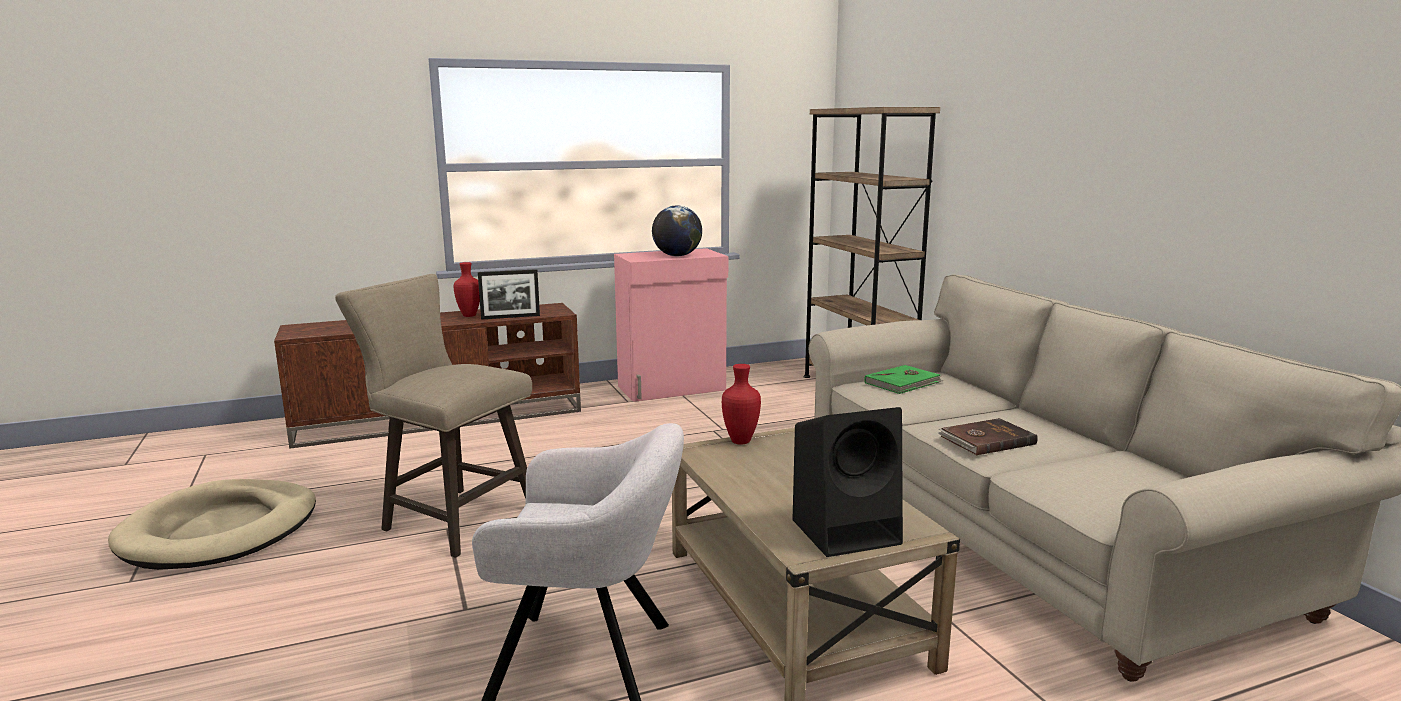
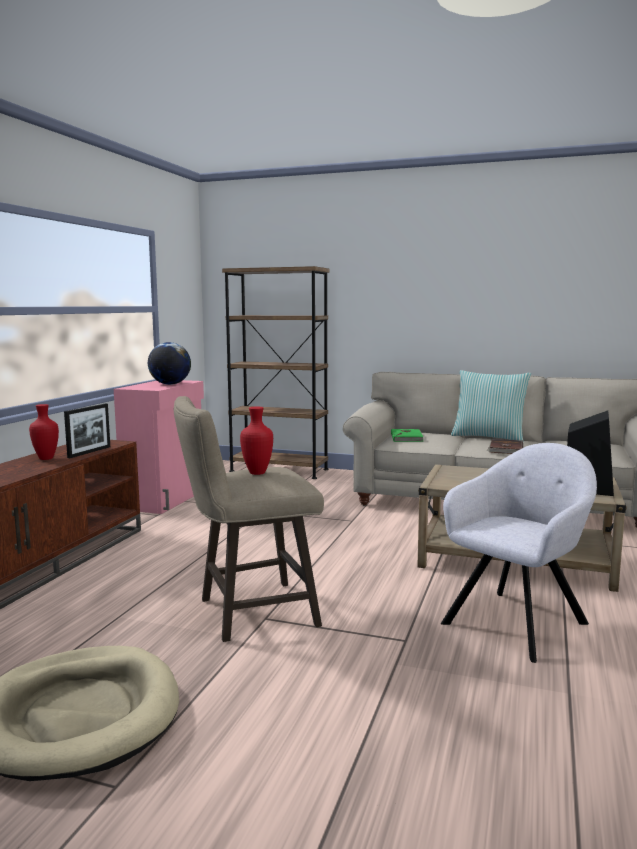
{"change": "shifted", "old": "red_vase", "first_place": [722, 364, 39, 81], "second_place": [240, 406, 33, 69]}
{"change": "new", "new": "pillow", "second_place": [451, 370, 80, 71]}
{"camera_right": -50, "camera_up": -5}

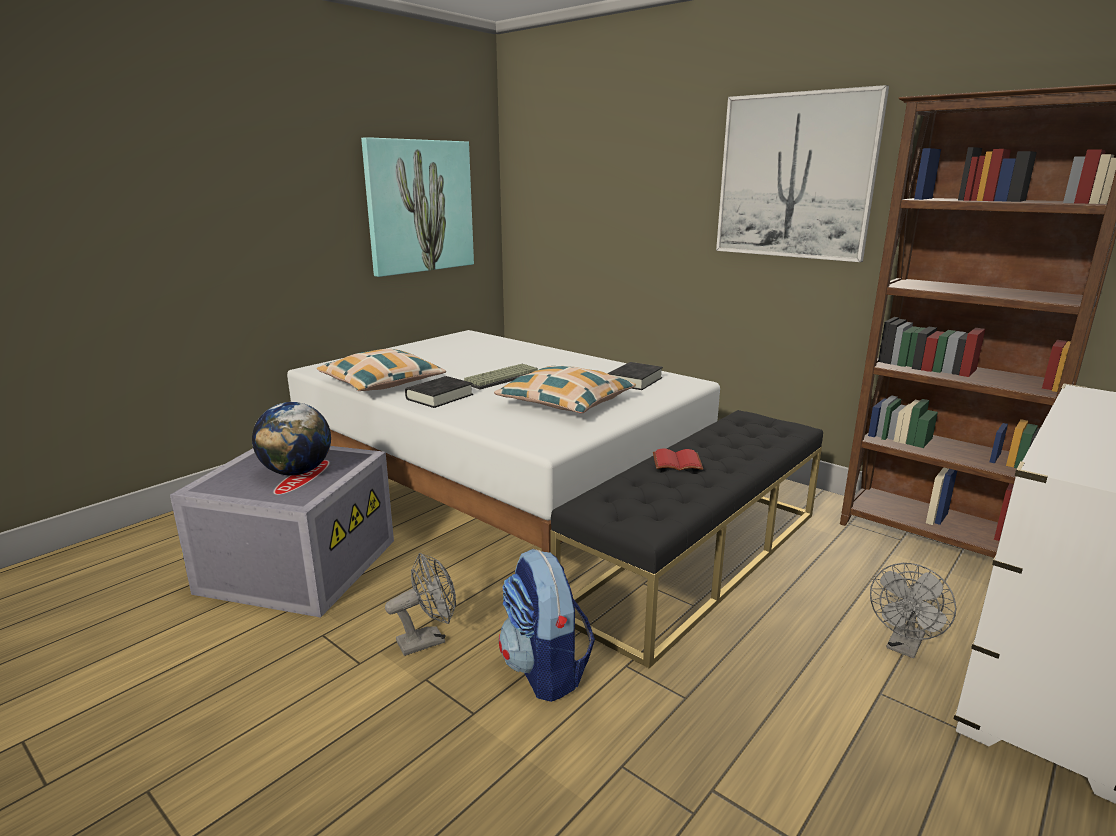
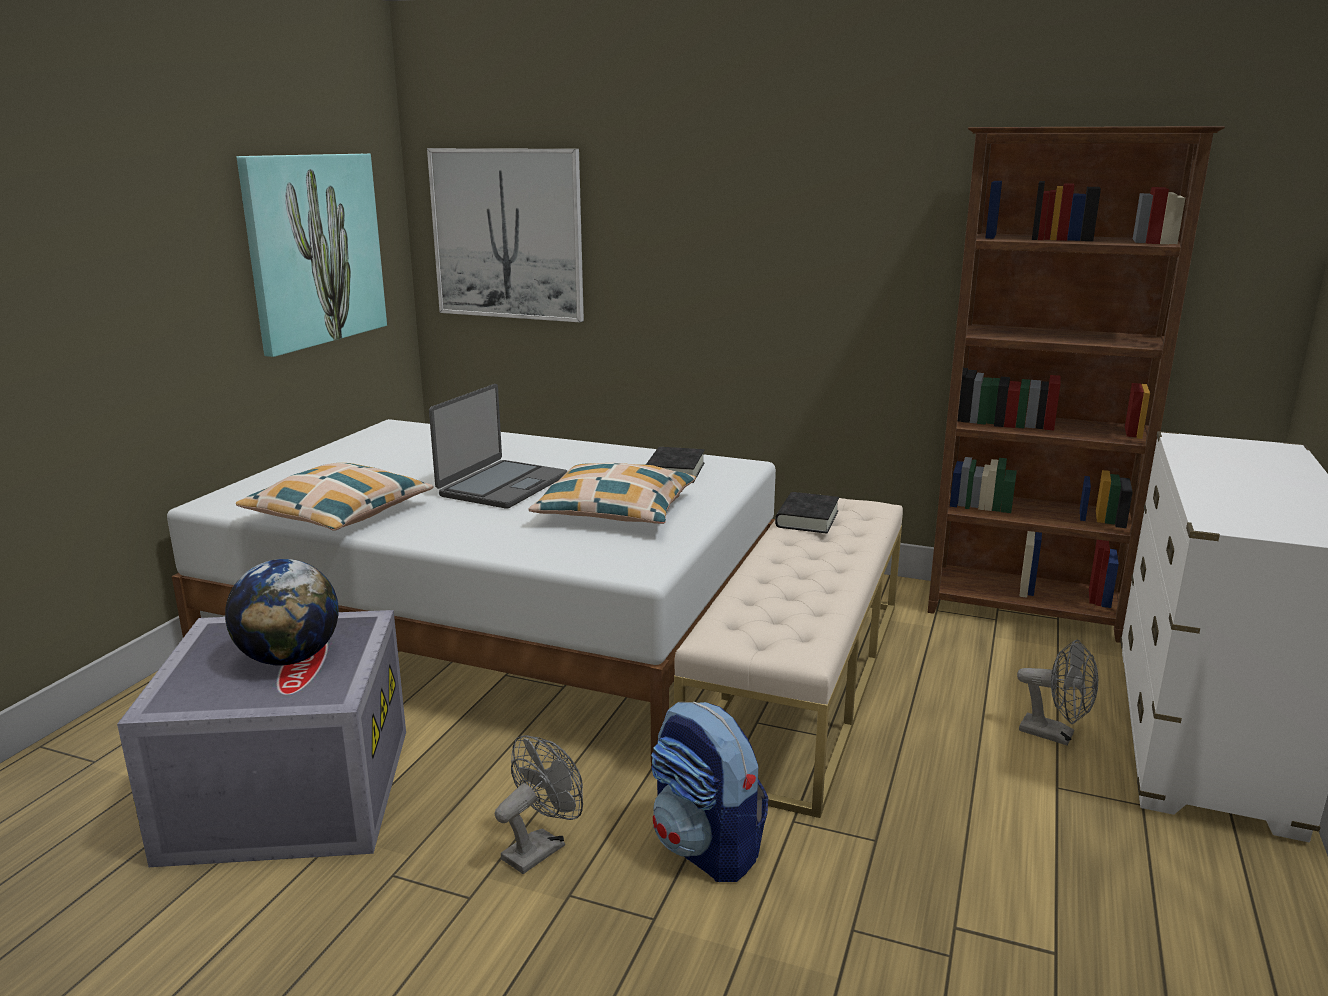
{"change": "shifted", "old": "picture", "first_place": [716, 85, 173, 177], "second_place": [427, 148, 157, 174]}
{"change": "swapped", "old": "keyboard", "new": "laptop", "first_place": [464, 364, 74, 26], "second_place": [429, 384, 138, 125]}
{"change": "shifted", "old": "black_book", "first_place": [405, 376, 68, 32], "second_place": [775, 492, 64, 42]}
{"change": "repainted", "old": "black_bench", "new": "beige_bench", "first_place": [550, 410, 273, 259], "second_place": [674, 498, 229, 320]}
{"change": "gone", "old": "red_book", "first_place": [653, 449, 50, 22]}
{"change": "rotated", "old": "grey_fan", "first_place": [870, 563, 86, 95], "second_place": [1017, 639, 81, 106], "degrees": -75}
{"camera_right": -20, "camera_up": 0}

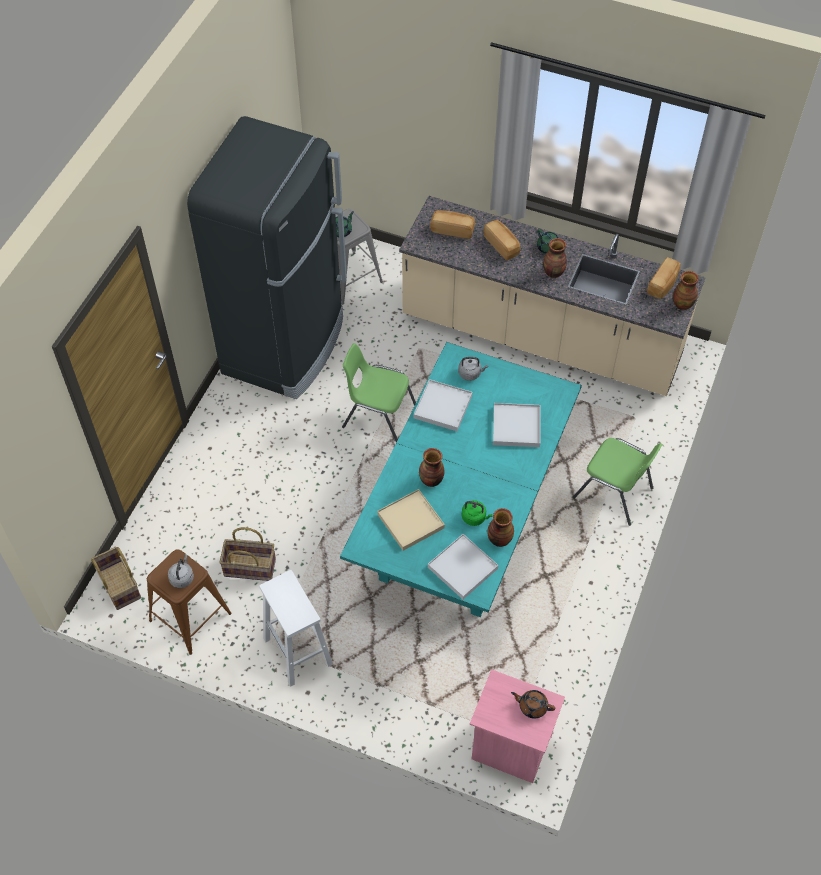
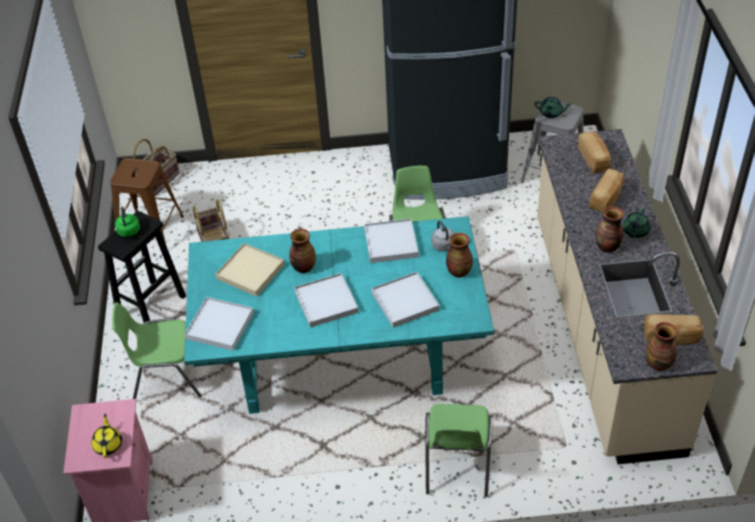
{"change": "shifted", "old": "green_kettle", "first_place": [462, 500, 31, 26], "second_place": [115, 207, 25, 30]}
{"change": "shifted", "old": "vase", "first_place": [487, 508, 27, 39], "second_place": [446, 233, 27, 44]}
{"change": "gone", "old": "grey_kettle", "first_place": [168, 554, 26, 34]}
{"change": "repainted", "old": "white_stool", "new": "black_stool", "first_place": [259, 570, 74, 117], "second_place": [98, 211, 88, 111]}
{"change": "repainted", "old": "brown_teapot", "new": "yellow_teapot", "first_place": [511, 690, 44, 29], "second_place": [91, 414, 31, 44]}
{"change": "new", "new": "white_tray", "second_place": [294, 273, 65, 55]}
{"change": "new", "new": "green_chair", "second_place": [112, 302, 90, 97]}
{"camera_right": 65, "camera_up": -10}

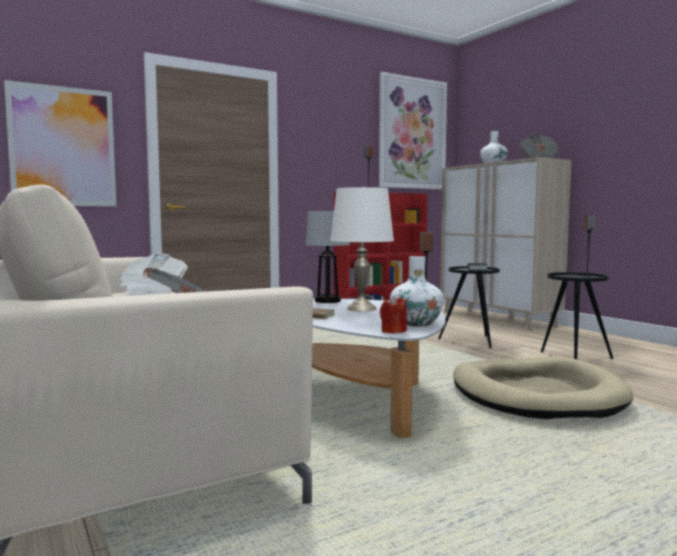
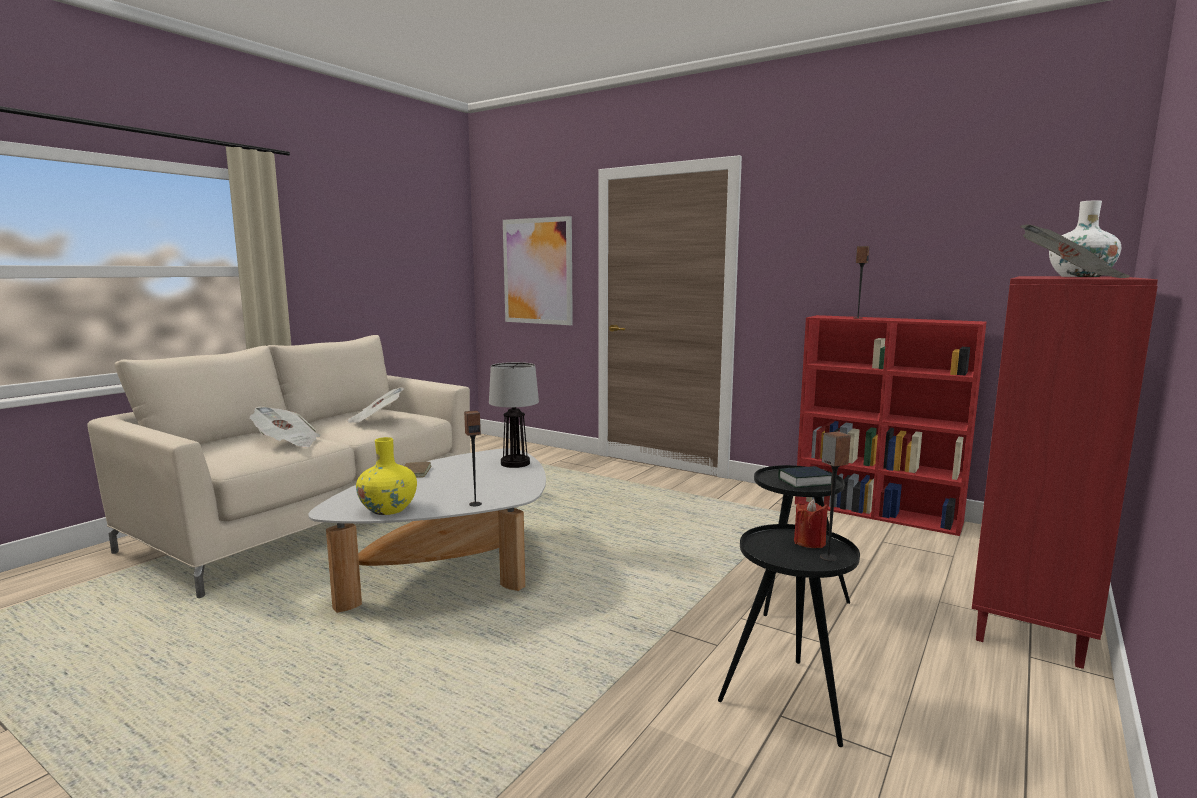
{"change": "gone", "old": "picture", "first_place": [379, 72, 68, 117]}
{"change": "repainted", "old": "beige_cabinet", "new": "red_cabinet", "first_place": [440, 157, 131, 174], "second_place": [972, 276, 186, 393]}
{"change": "gone", "old": "white_table_lamp", "first_place": [330, 187, 64, 124]}
{"change": "repainted", "old": "white_vase", "new": "yellow_vase", "first_place": [390, 256, 54, 70], "second_place": [356, 437, 61, 78]}
{"change": "shifted", "old": "red_candle", "first_place": [380, 296, 27, 38], "second_place": [794, 499, 34, 49]}
{"change": "gone", "old": "beige_dog_bed", "first_place": [453, 356, 180, 63]}
{"camera_right": 65, "camera_up": 5}

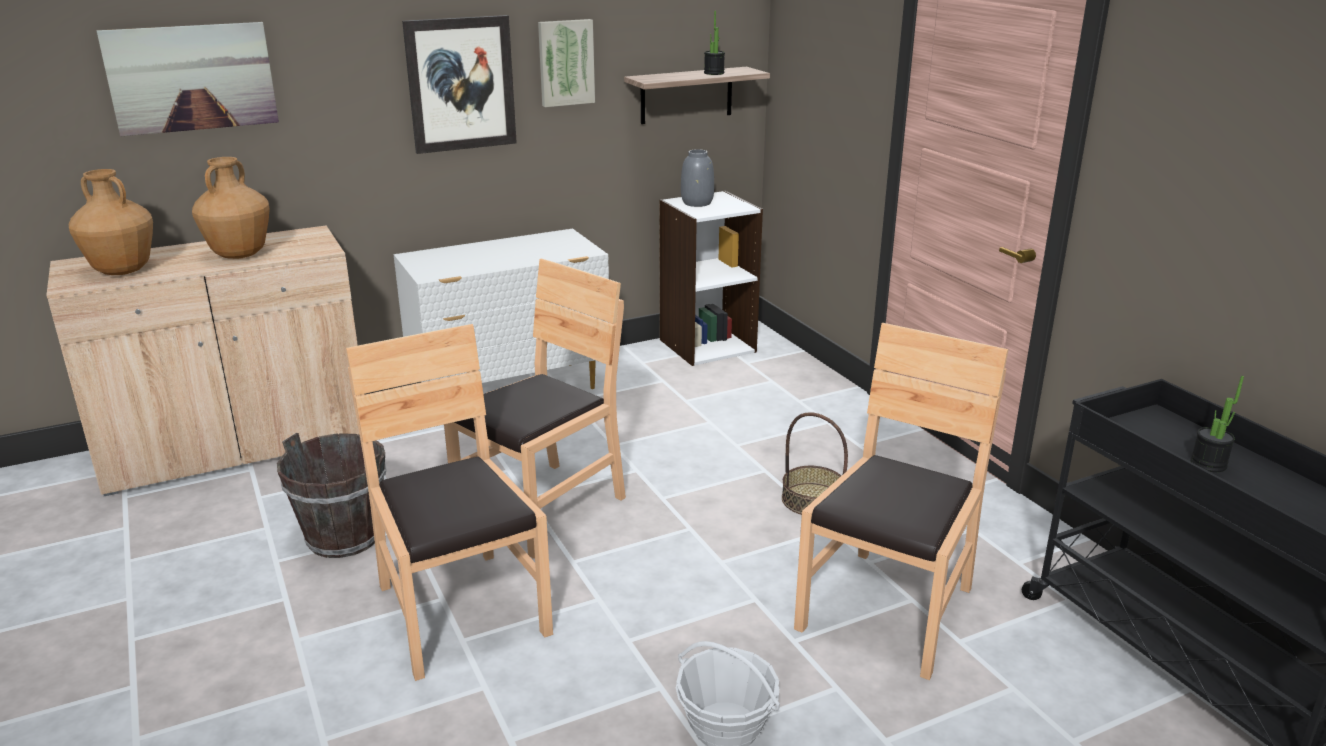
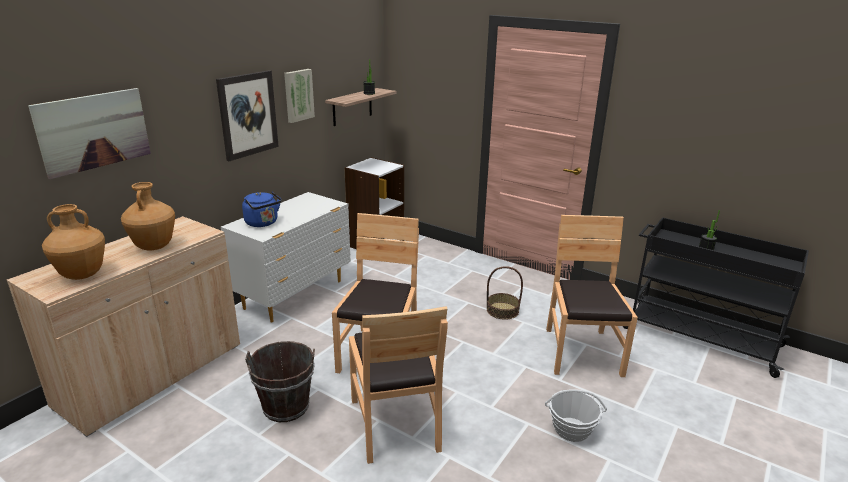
{"change": "gone", "old": "grey_vase", "first_place": [681, 149, 33, 58]}
{"change": "rotated", "old": "brown_chair", "first_place": [346, 324, 207, 357], "second_place": [349, 306, 99, 158], "degrees": -135}
{"change": "new", "new": "blue_kettle", "second_place": [242, 191, 40, 36]}
{"camera_right": -30, "camera_up": 0}

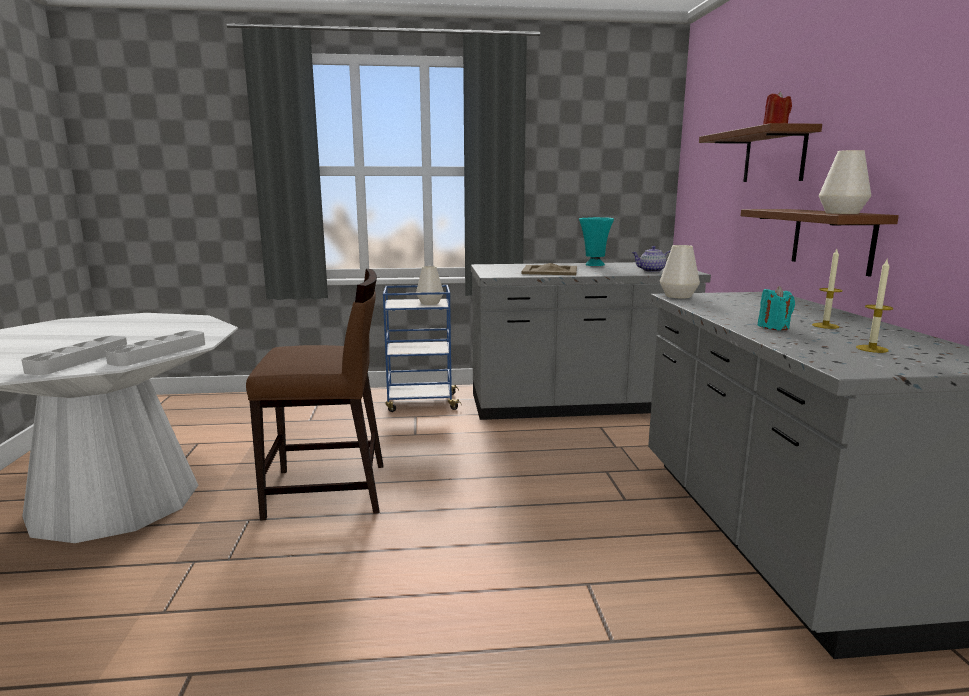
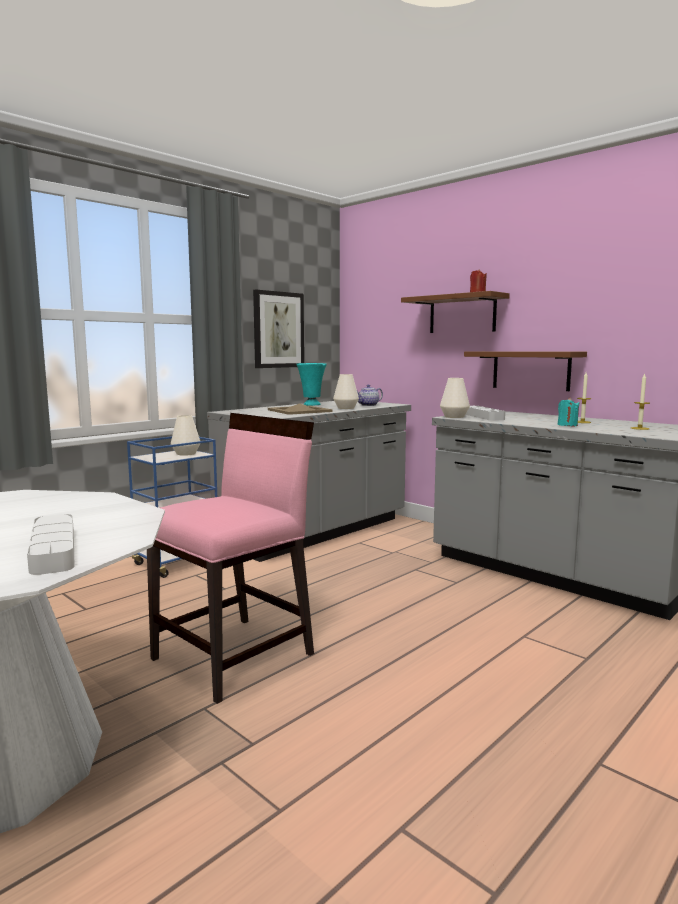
{"change": "shifted", "old": "white_vase", "first_place": [819, 150, 52, 64], "second_place": [333, 374, 26, 35]}
{"change": "repainted", "old": "brown_chair", "new": "pink_chair", "first_place": [246, 269, 137, 252], "second_place": [147, 413, 167, 291]}
{"change": "shifted", "old": "grey_tray", "first_place": [105, 330, 100, 37], "second_place": [465, 406, 40, 15]}
{"change": "new", "new": "picture", "second_place": [253, 290, 51, 78]}
{"camera_right": -40, "camera_up": -5}

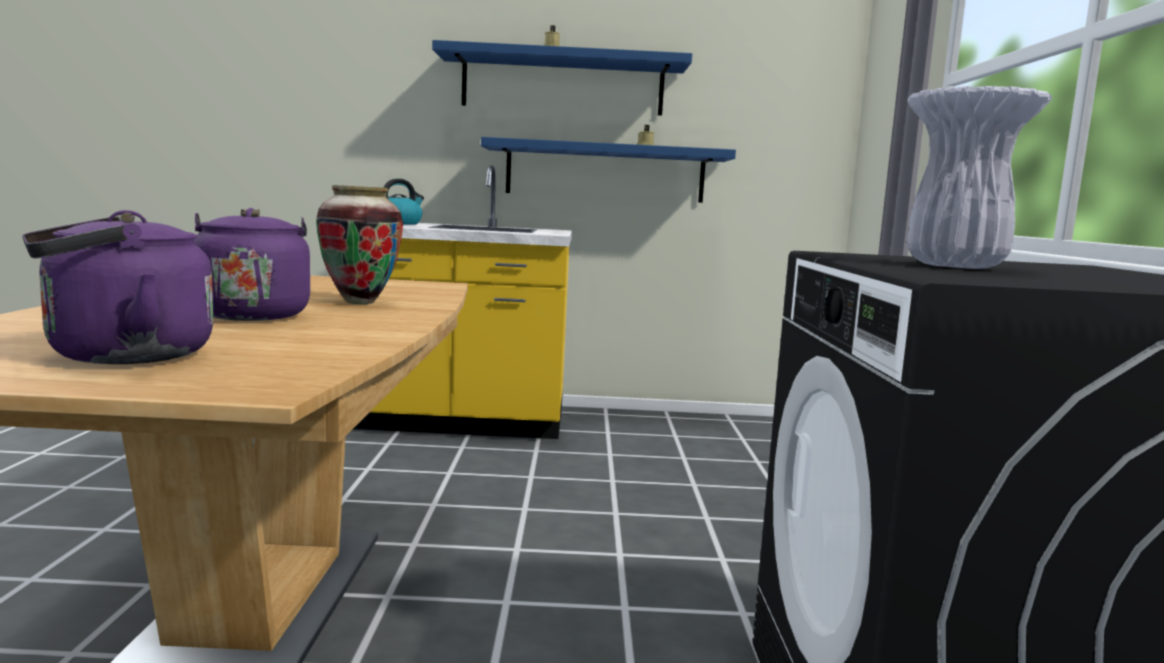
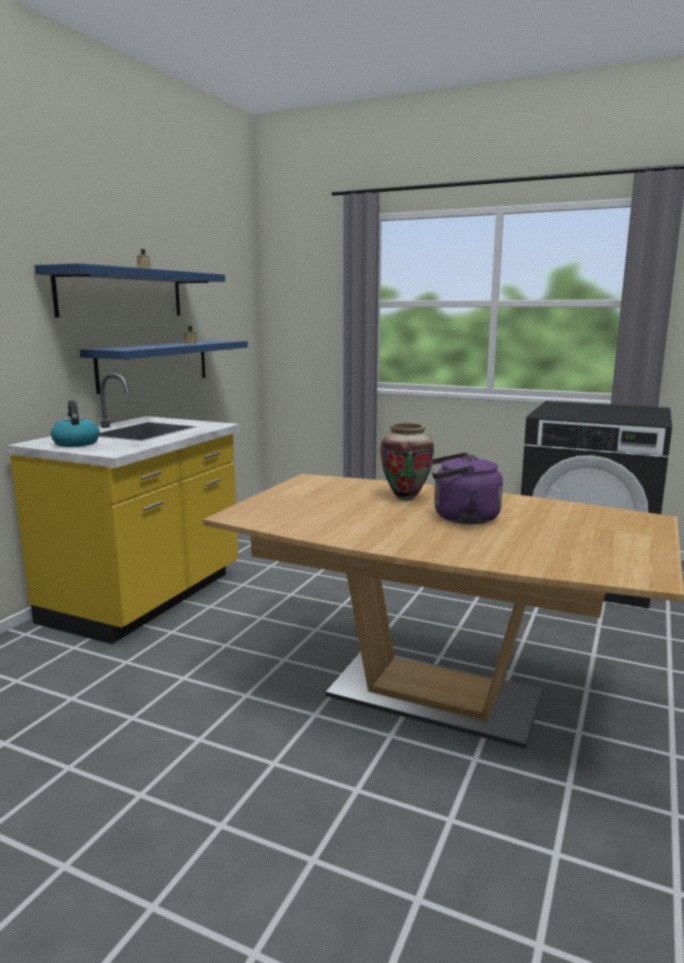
{"change": "gone", "old": "white_vase", "first_place": [907, 86, 145, 183]}
{"change": "gone", "old": "purple_kettle", "first_place": [22, 210, 191, 154]}
{"camera_right": -65, "camera_up": 5}

